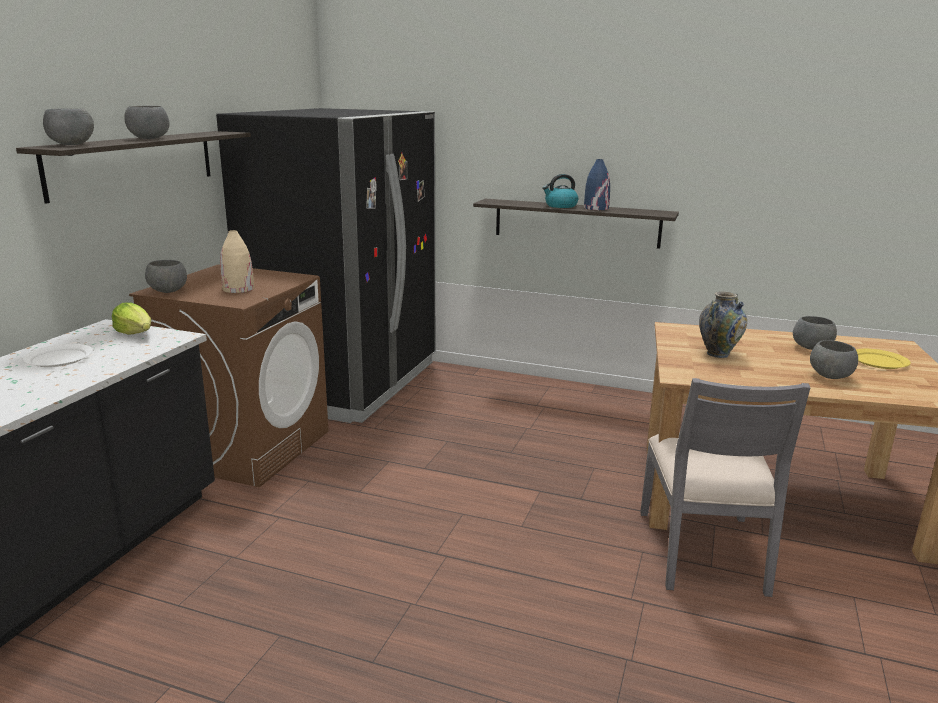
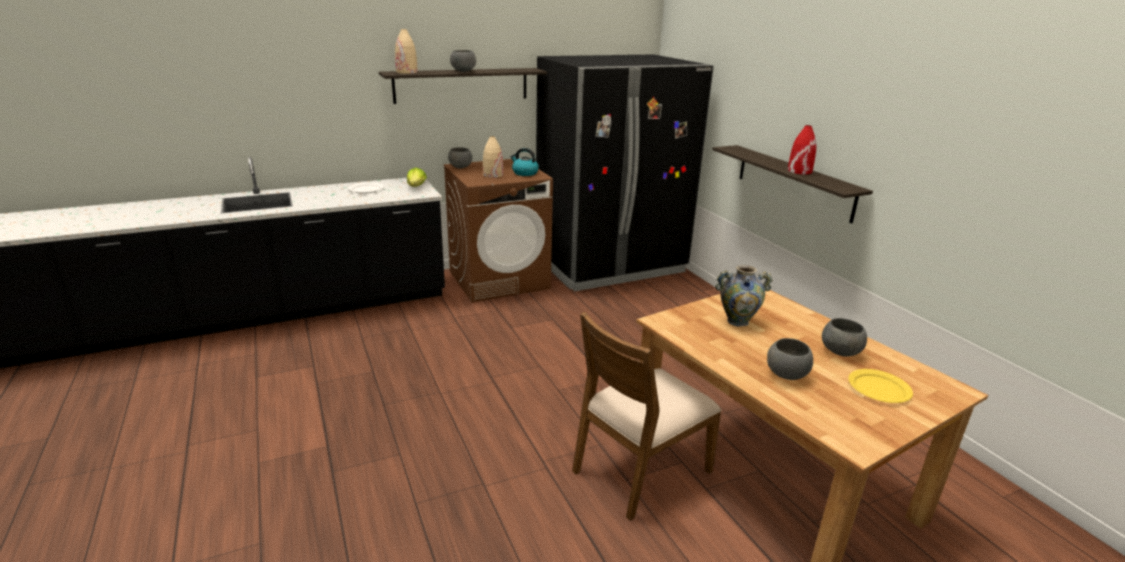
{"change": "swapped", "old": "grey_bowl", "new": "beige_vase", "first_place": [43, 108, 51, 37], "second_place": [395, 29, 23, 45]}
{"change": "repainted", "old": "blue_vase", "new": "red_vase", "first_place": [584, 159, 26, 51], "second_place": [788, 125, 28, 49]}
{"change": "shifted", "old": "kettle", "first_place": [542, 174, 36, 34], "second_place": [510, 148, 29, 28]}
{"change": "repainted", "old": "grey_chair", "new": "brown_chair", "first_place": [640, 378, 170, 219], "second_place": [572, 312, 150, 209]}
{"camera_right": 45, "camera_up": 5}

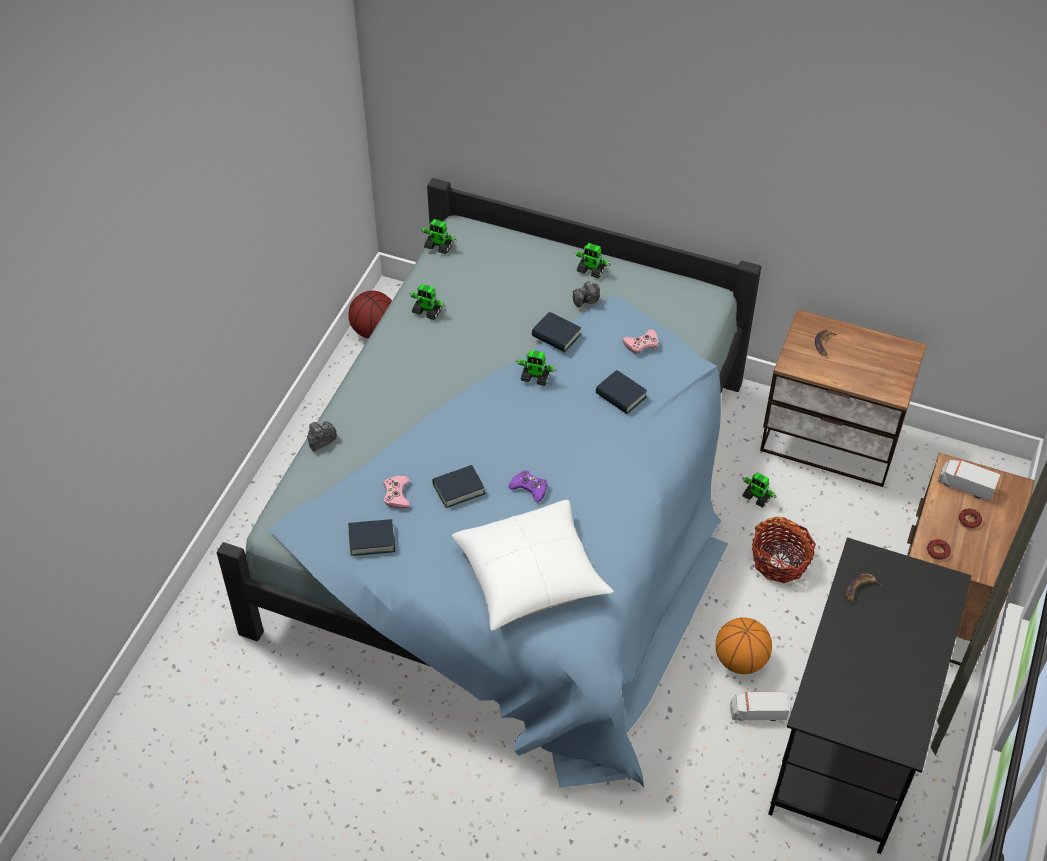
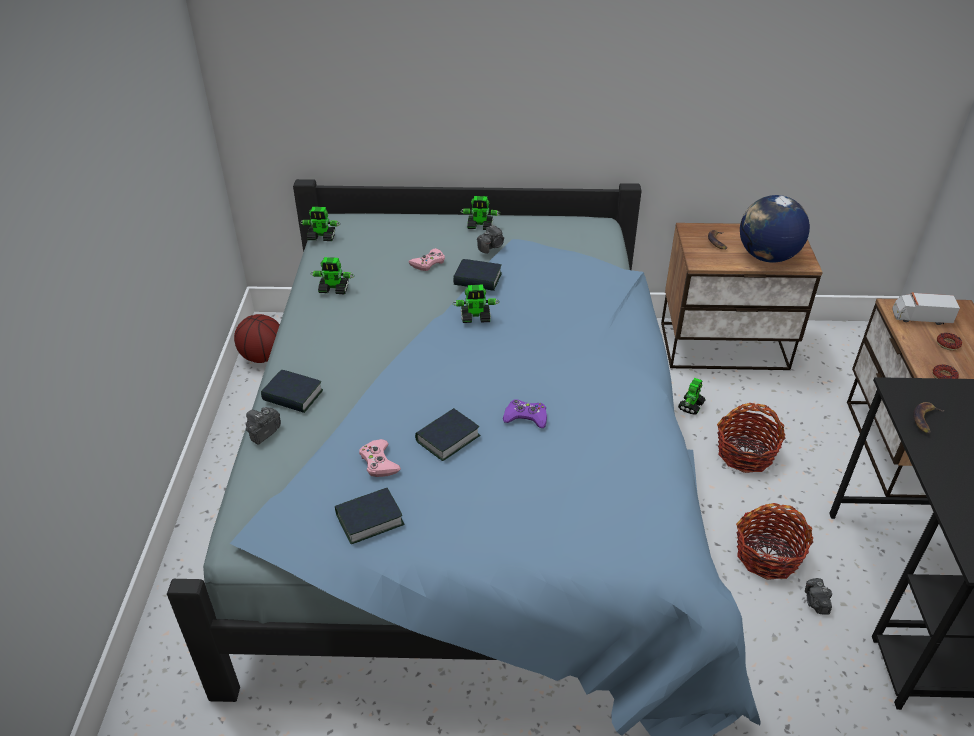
{"change": "shifted", "old": "pink_game_controller", "first_place": [622, 329, 37, 25], "second_place": [408, 248, 37, 23]}
{"change": "shifted", "old": "book", "first_place": [596, 370, 51, 44], "second_place": [261, 370, 62, 43]}
{"change": "rotated", "old": "toy_robot", "first_place": [742, 472, 35, 36], "second_place": [678, 378, 28, 36], "degrees": -75}
{"change": "gone", "old": "white_pillow", "first_place": [452, 500, 162, 131]}
{"change": "swapped", "old": "basketball", "new": "basket", "first_place": [716, 617, 56, 57], "second_place": [736, 503, 77, 77]}
{"change": "swapped", "old": "toy_truck", "new": "photo_camera", "first_place": [730, 692, 59, 29], "second_place": [805, 578, 27, 36]}
{"change": "new", "new": "globe", "second_place": [740, 195, 70, 68]}
{"camera_right": -20, "camera_up": -10}

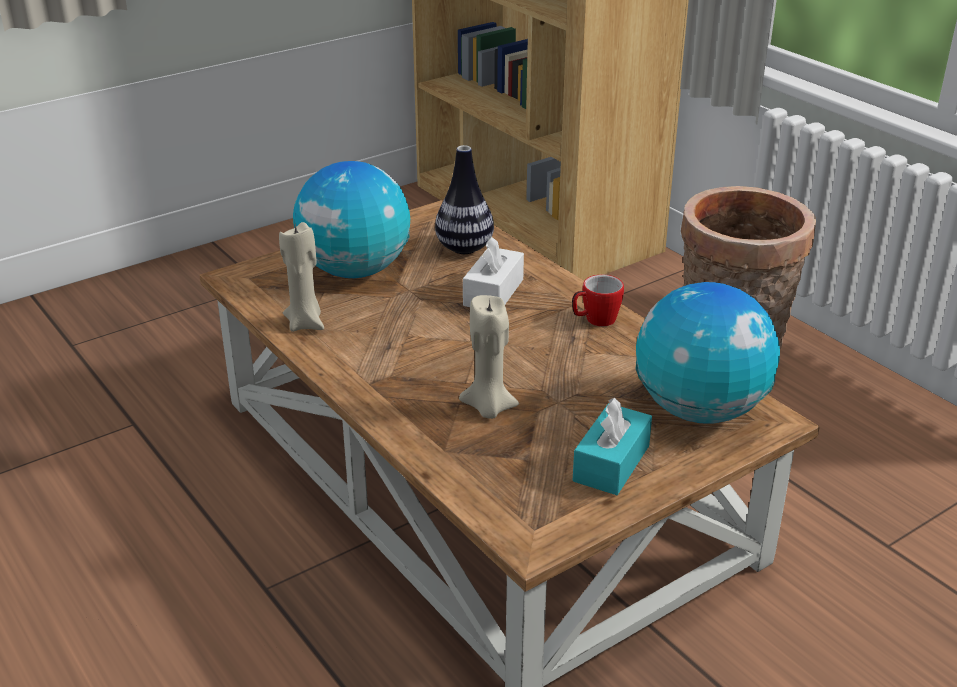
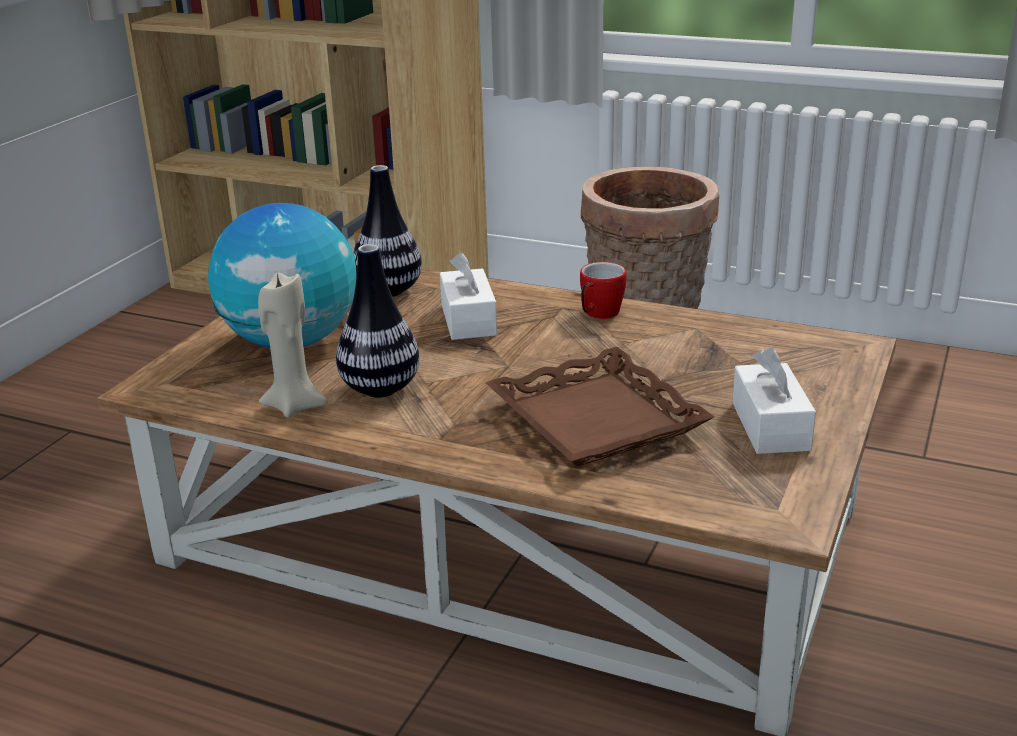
{"change": "gone", "old": "globe", "first_place": [636, 282, 144, 142]}
{"change": "swapped", "old": "beige_candle", "new": "brown_tray", "first_place": [459, 295, 60, 124], "second_place": [486, 347, 229, 120]}
{"change": "repainted", "old": "turquoise_tissue_box", "new": "white_tissue_box", "first_place": [573, 398, 79, 97], "second_place": [732, 348, 84, 106]}
{"change": "new", "new": "vase", "second_place": [336, 244, 83, 153]}
{"camera_right": -30, "camera_up": -5}

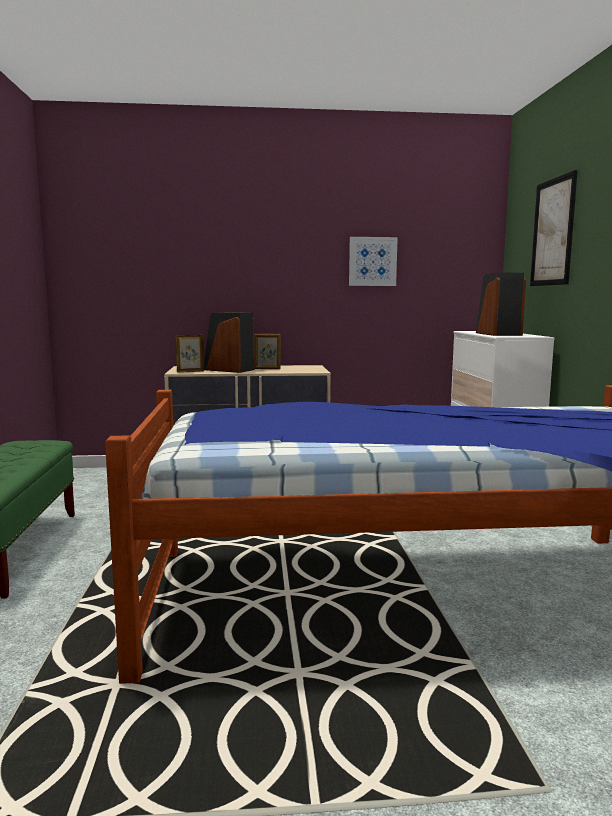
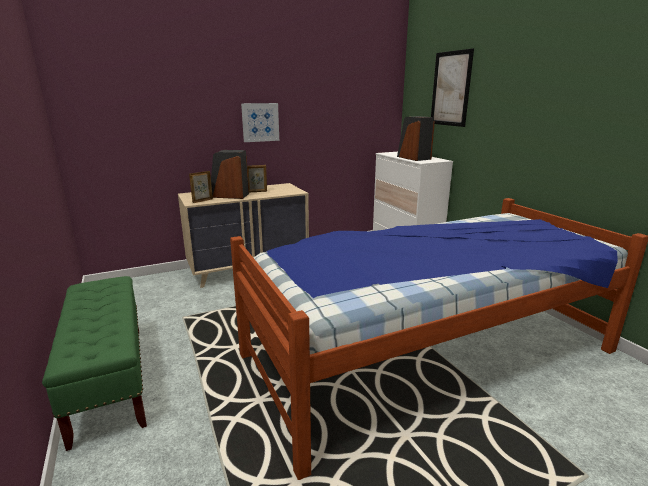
{"change": "shifted", "old": "picture", "first_place": [349, 237, 49, 49], "second_place": [241, 103, 38, 39]}
{"camera_right": -20, "camera_up": 10}

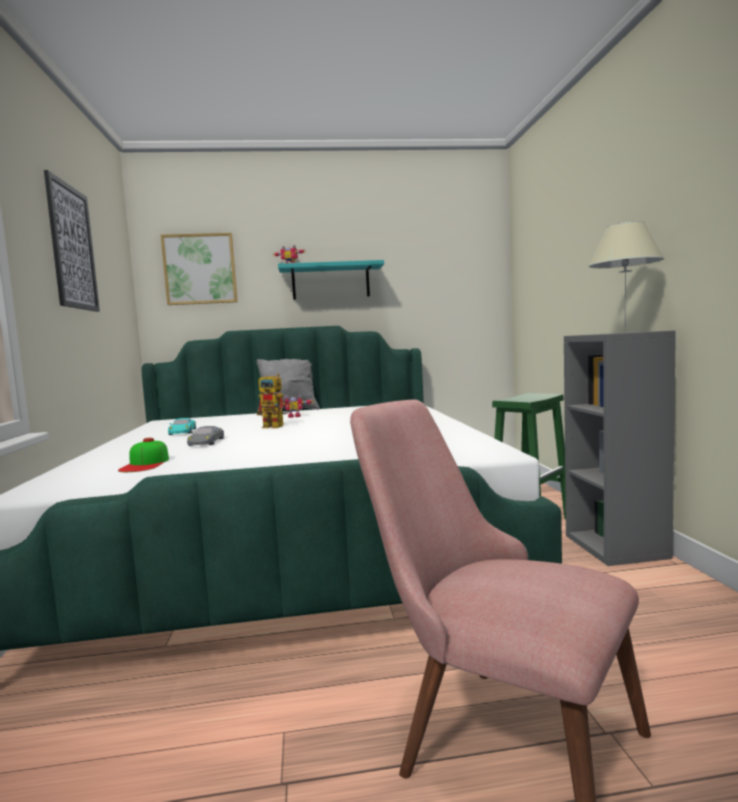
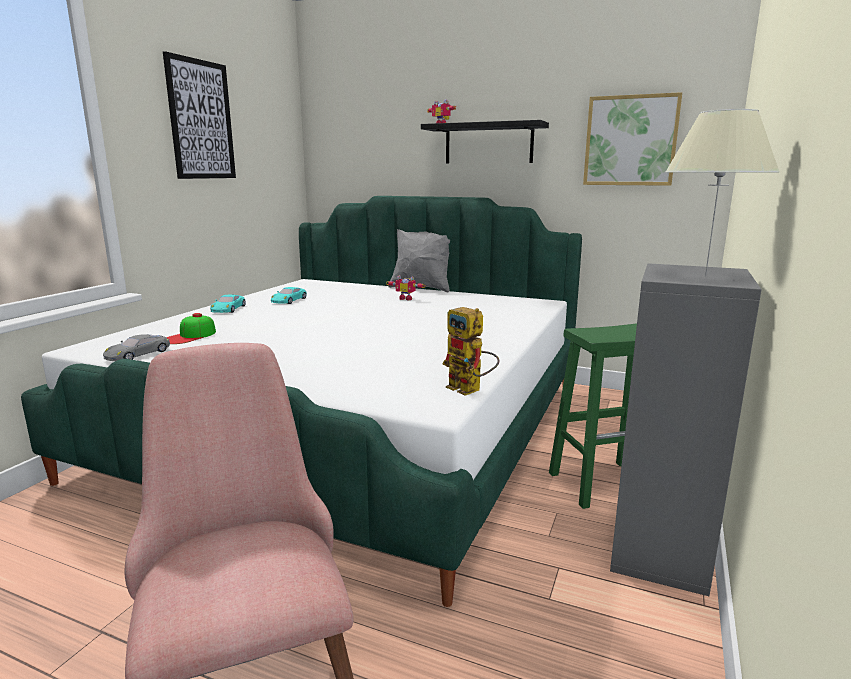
{"change": "shifted", "old": "picture", "first_place": [161, 233, 77, 72], "second_place": [583, 92, 99, 94]}
{"change": "repainted", "old": "turquoise_shelf", "new": "black_shelf", "first_place": [278, 260, 106, 40], "second_place": [421, 120, 128, 43]}
{"change": "shifted", "old": "toy_robot", "first_place": [257, 373, 37, 55], "second_place": [442, 307, 57, 89]}
{"change": "shifted", "old": "grey_toy_car", "first_place": [187, 426, 37, 20], "second_place": [103, 335, 67, 26]}
{"change": "new", "new": "turquoise_toy_car", "second_place": [210, 295, 36, 18]}
{"camera_right": 30, "camera_up": 10}

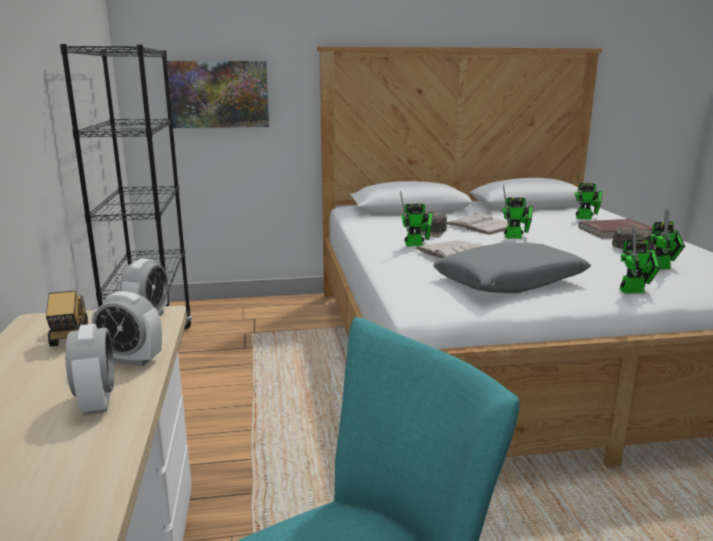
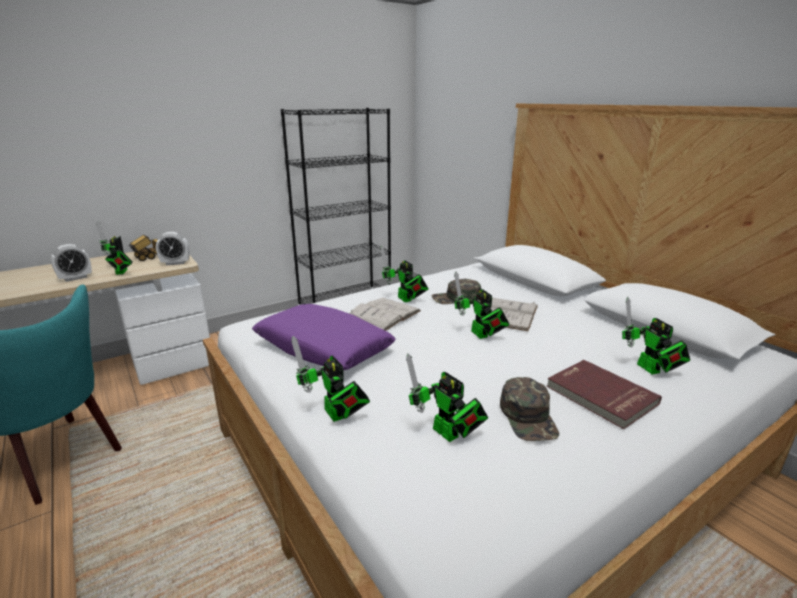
{"change": "gone", "old": "picture", "first_place": [167, 61, 102, 67]}
{"change": "repainted", "old": "grey_pillow", "new": "purple_pillow", "first_place": [433, 242, 158, 51], "second_place": [252, 304, 144, 66]}
{"change": "swapped", "old": "alarm_clock", "new": "toy_robot", "first_place": [92, 291, 70, 75], "second_place": [96, 220, 37, 55]}
{"camera_right": 65, "camera_up": 5}

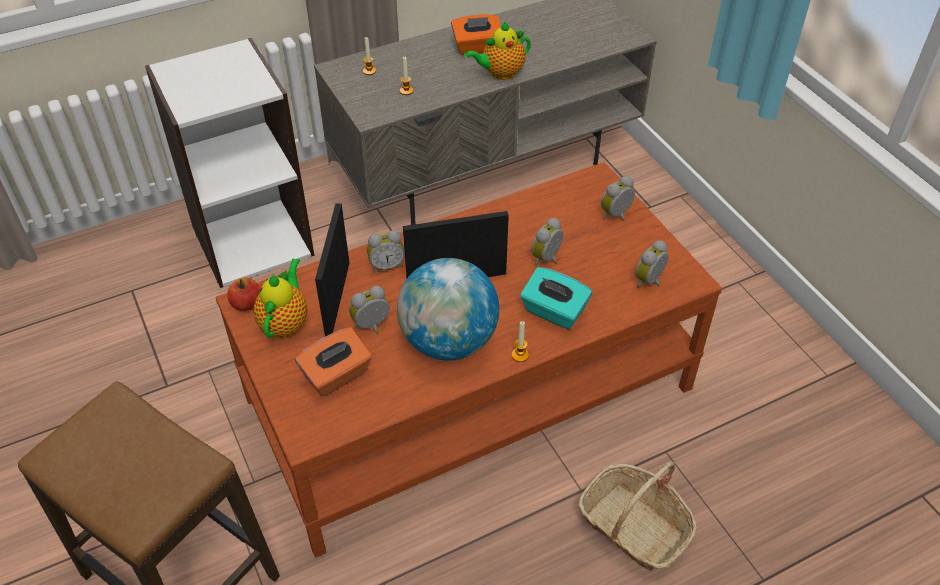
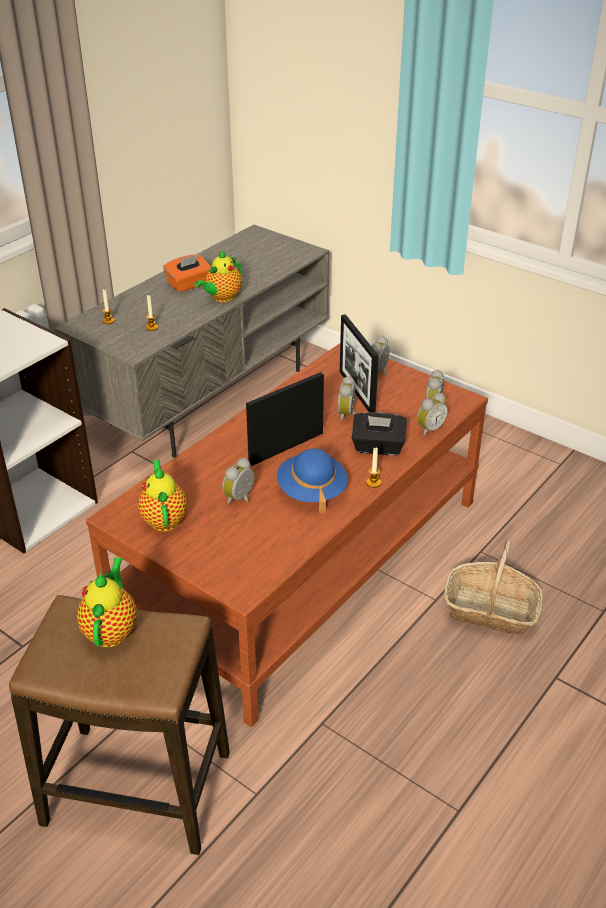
{"change": "shifted", "old": "picture_frame", "first_place": [315, 203, 34, 133], "second_place": [340, 314, 39, 98]}
{"change": "shifted", "old": "alarm_clock", "first_place": [367, 230, 38, 43], "second_place": [417, 393, 31, 44]}
{"change": "swapped", "old": "globe", "new": "blue_hat", "first_place": [397, 258, 102, 103], "second_place": [277, 448, 71, 65]}
{"change": "repainted", "old": "turquoise_tissue_box", "new": "black_tissue_box", "first_place": [520, 267, 72, 62], "second_place": [352, 412, 55, 43]}
{"change": "gone", "old": "apple", "first_place": [227, 277, 33, 34]}
{"change": "gone", "old": "orange_tissue_box", "first_place": [295, 327, 77, 69]}
{"change": "new", "new": "teapot", "second_place": [77, 557, 60, 90]}
{"camera_right": -25, "camera_up": -10}

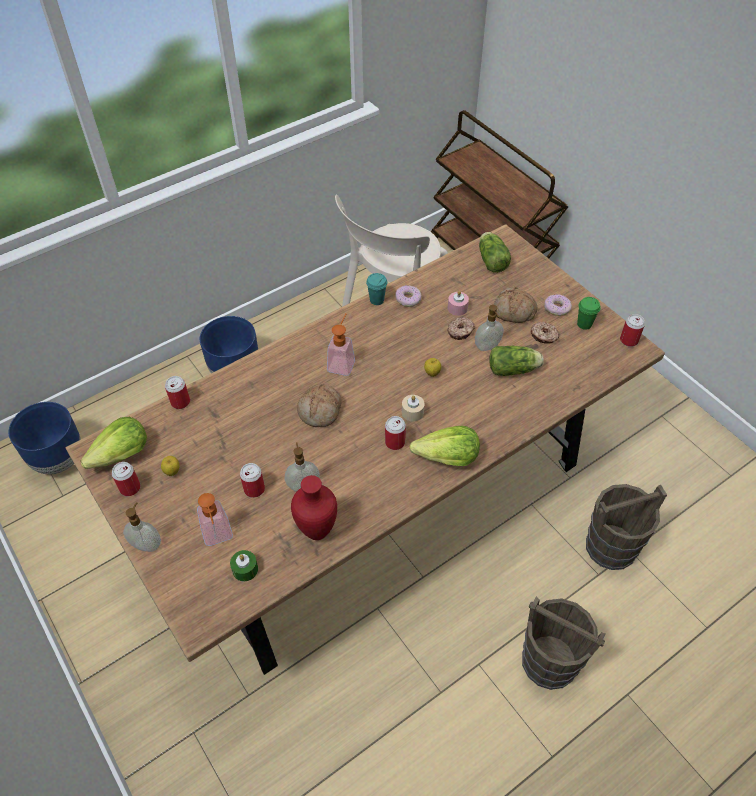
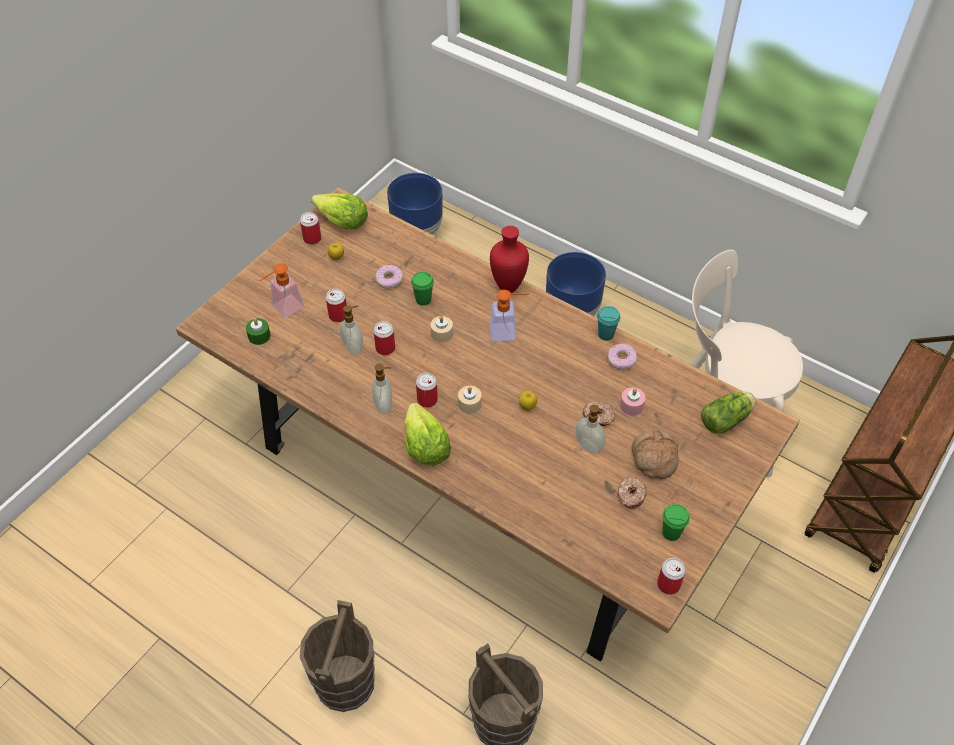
{"change": "shifted", "old": "donut", "first_place": [544, 294, 28, 22], "second_place": [375, 265, 28, 24]}
{"change": "gone", "old": "lettuce", "first_place": [489, 346, 55, 30]}
{"change": "shifted", "old": "can", "first_place": [165, 376, 25, 33], "second_place": [373, 321, 22, 34]}
{"change": "swapped", "old": "bread", "new": "beige_candle", "first_place": [297, 384, 45, 43], "second_place": [430, 316, 23, 27]}
{"change": "shifted", "old": "red_vase", "first_place": [291, 475, 46, 65], "second_place": [490, 226, 39, 67]}
{"change": "shifted", "old": "soap_dispenser", "first_place": [123, 502, 38, 50], "second_place": [372, 364, 20, 50]}
{"change": "new", "new": "green_cup", "second_place": [411, 271, 23, 35]}
{"camera_right": 70, "camera_up": 0}

